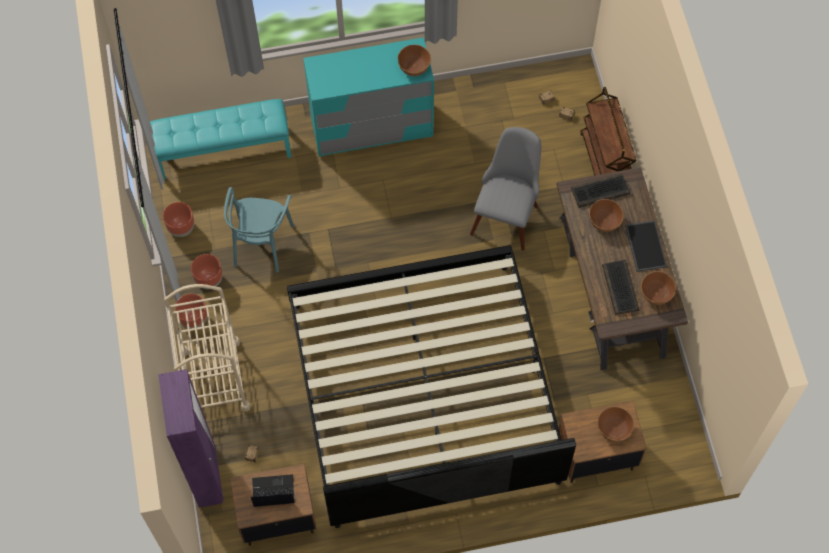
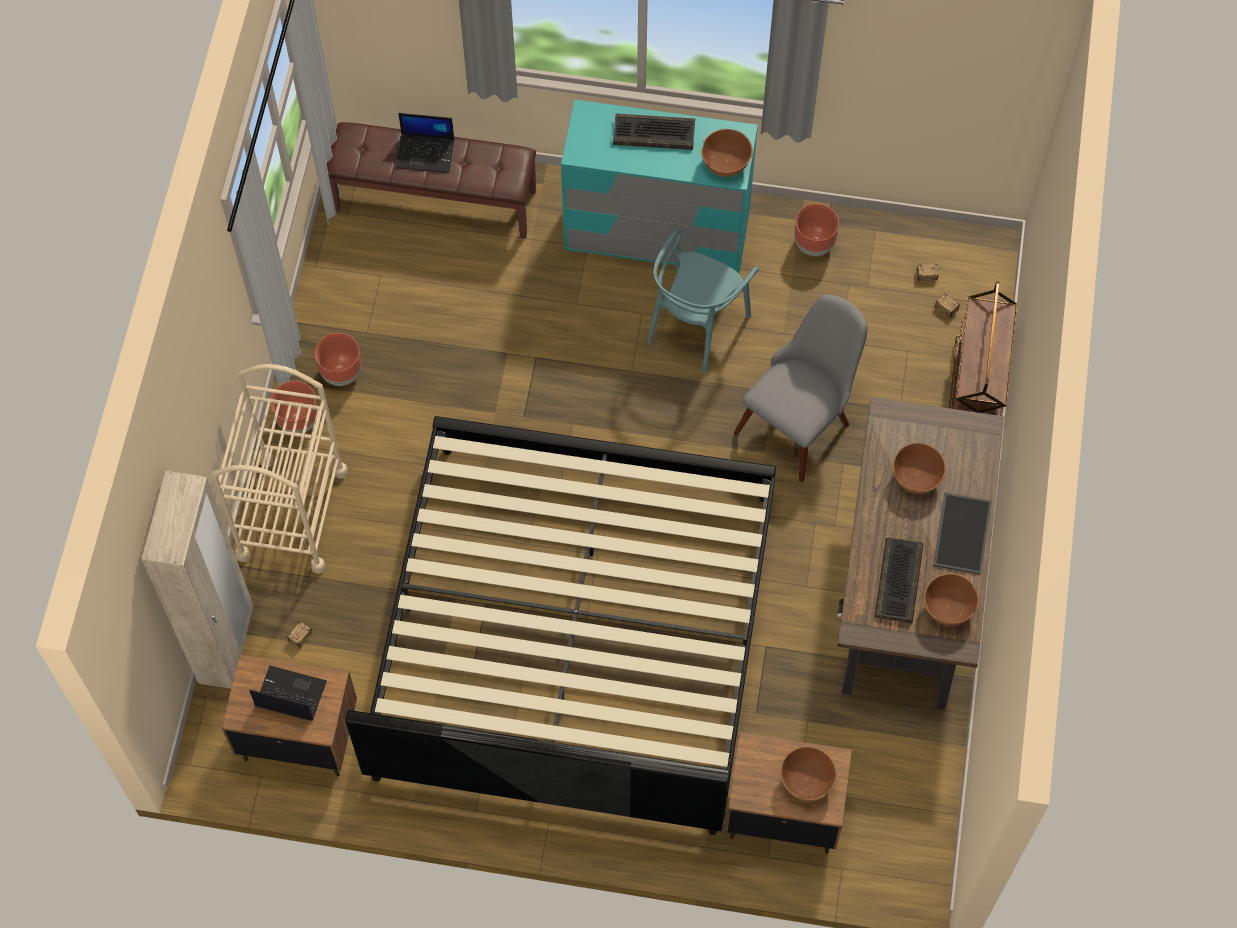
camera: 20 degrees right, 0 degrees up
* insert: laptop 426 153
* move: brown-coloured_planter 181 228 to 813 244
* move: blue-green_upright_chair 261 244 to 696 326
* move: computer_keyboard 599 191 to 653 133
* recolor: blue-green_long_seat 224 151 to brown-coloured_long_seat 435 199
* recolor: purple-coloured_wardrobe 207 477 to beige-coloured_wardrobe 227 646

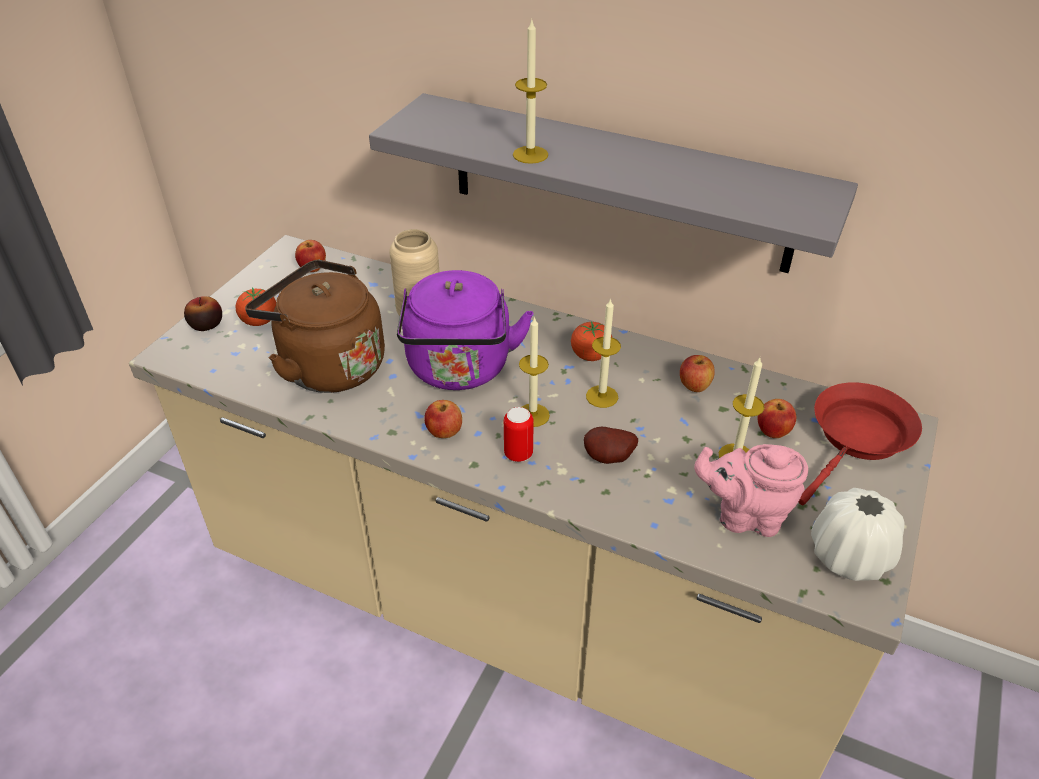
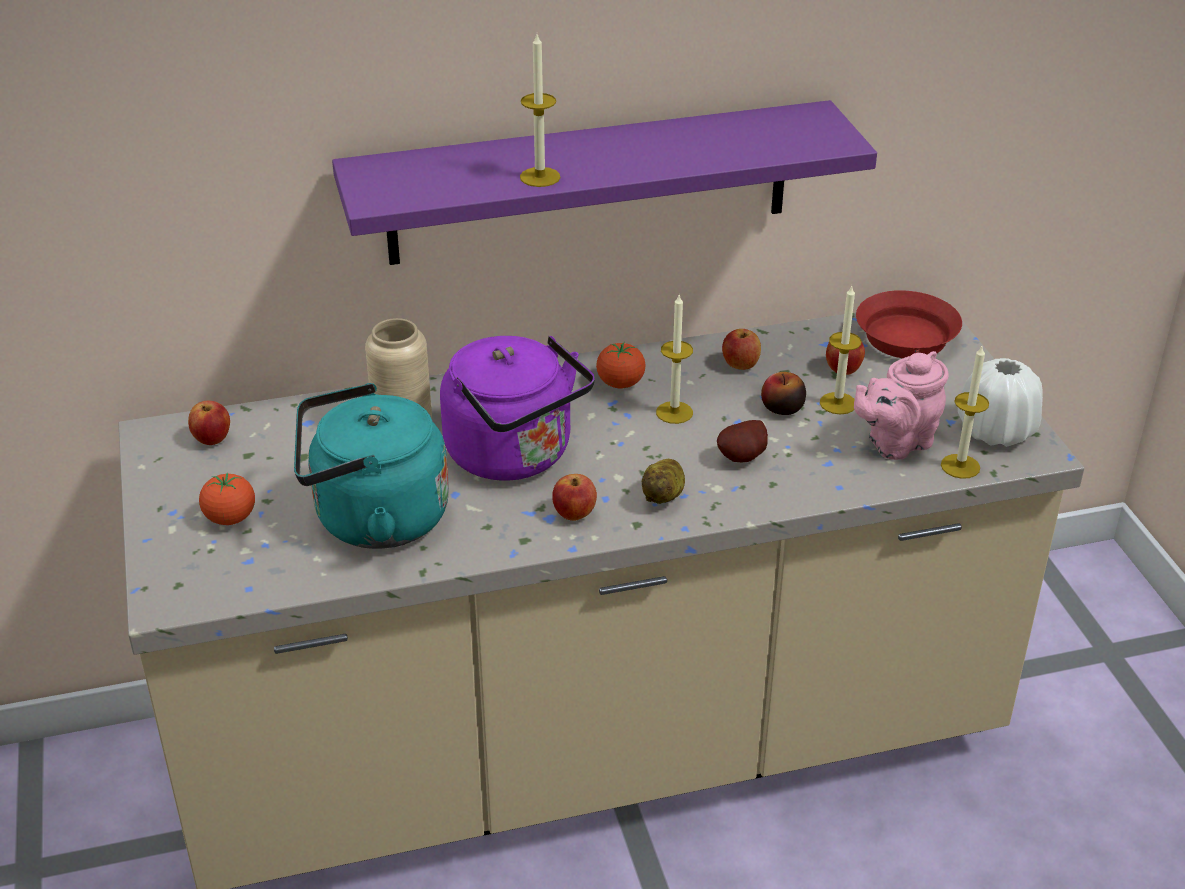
camera: 40 degrees left, 5 degrees down
* move: apple 206 325 to 782 408
* move: candle 533 415 to 960 466
* replace: sealed_can 518 454 to whole_potato 664 495
* recolor: brown-coloured_kettle 327 365 to blue-green_kettle 373 519
* recolor: gray_shelf 618 183 to purple-coloured_shelf 589 183

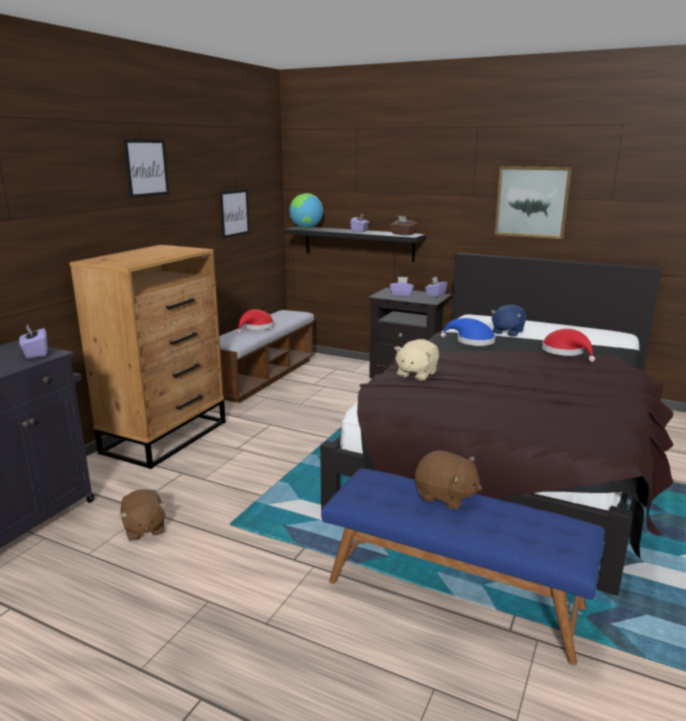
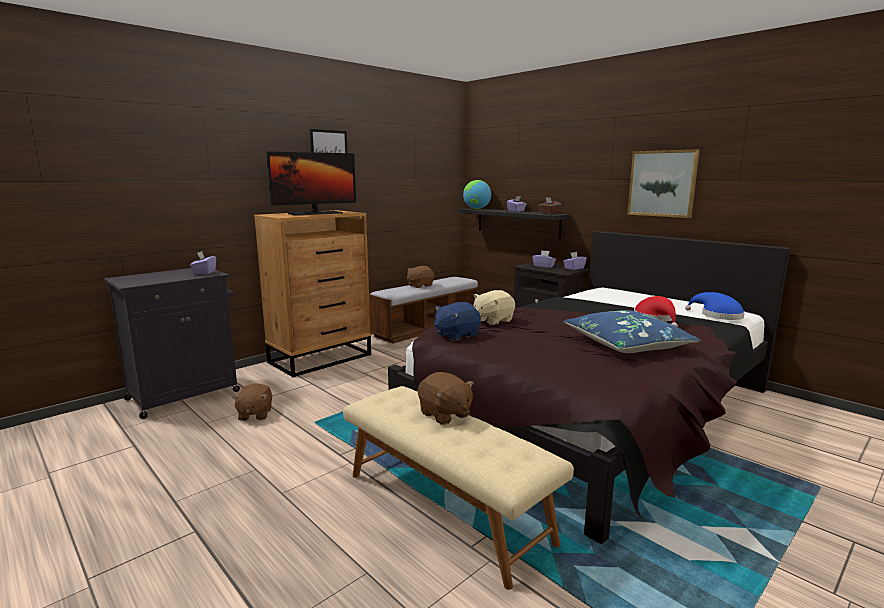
camera: 20 degrees right, 5 degrees down
* delete: wall_picture 234 213
* insert: monitor 315 213
* insert: blue-coloured_throw_pillow 627 344
* move: blue-coloured_clothing_hat 471 341 to 718 315
* move: blue-coloured_soft_toy 507 332 to 456 335
* replace: red-coloured_clothing_hat 256 327 to brown-coloured_soft_toy 420 285
* recolor: blue-coloured_long_seat 454 593 to beige-coloured_long_seat 446 506

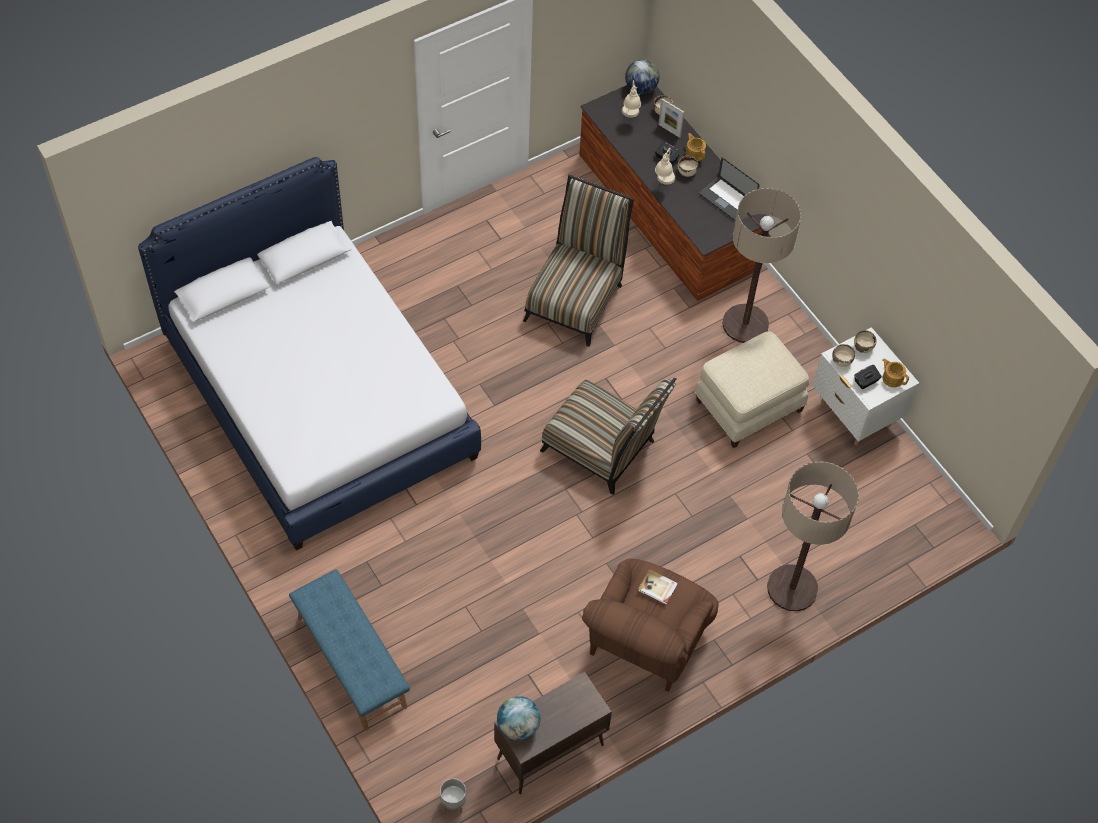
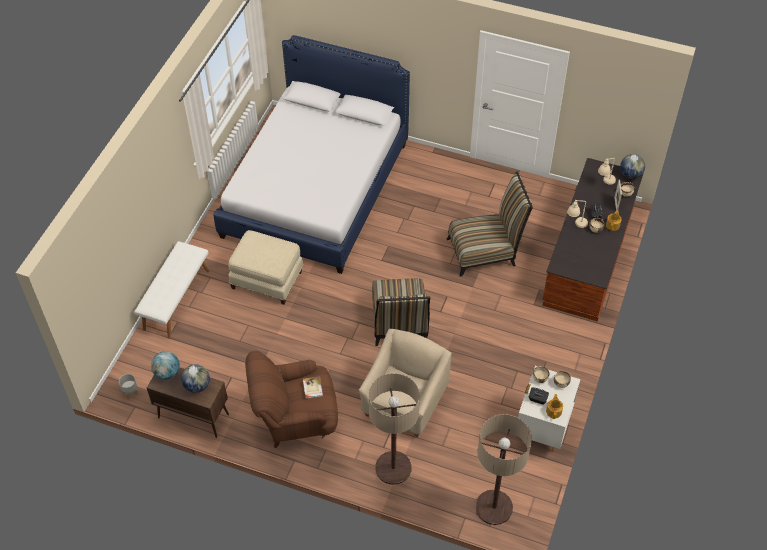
camera: 55 degrees right, 5 degrees down
* delete: laptop 727 199
* insert: globe 197 386
* insert: beige-coloured_lounge_chair 405 401
* move: beige-coloured_pouffe 748 404 to 267 279
* move: floor_lamp 745 324 to 494 507
* recolor: blue-coloured_long_seat 351 662 to white_long_seat 176 299

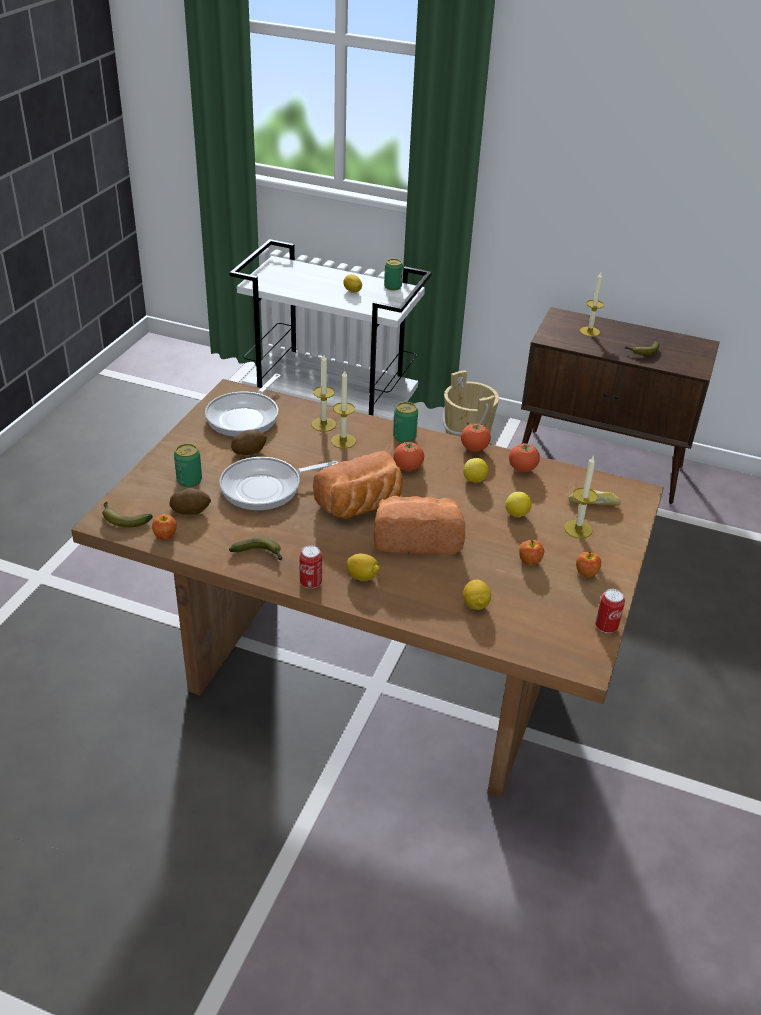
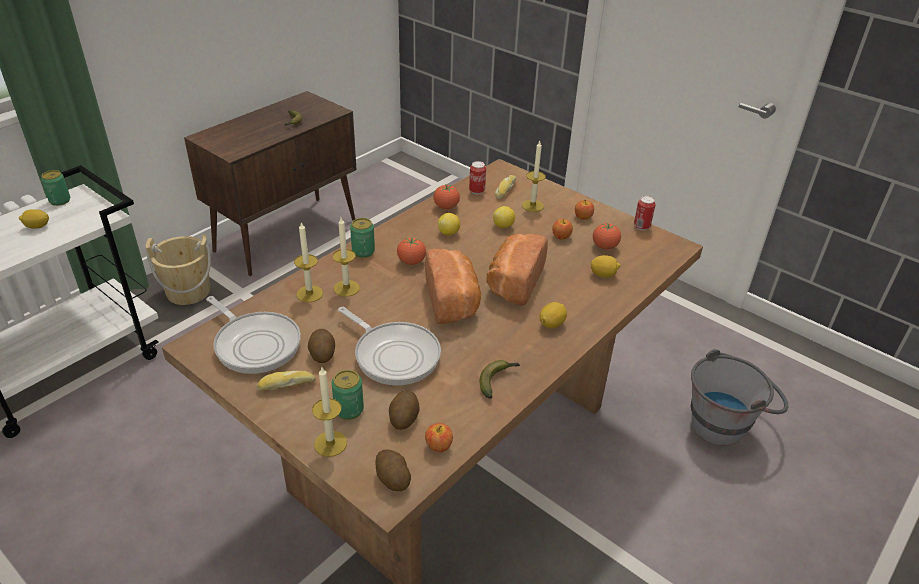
camera: 70 degrees left, 0 degrees up
* insert: baked_bread 286 385
* insert: gray_bucket 725 423
* move: sealed_can 311 583 to 477 191
* move: tomato 474 448 to 604 246
* move: candle 589 331 to 330 443
* replace: banana_fruit 123 519 to whole_potato 392 478
* rotate: skillet 266 488 = 394 355 45 degrees counterclockwise

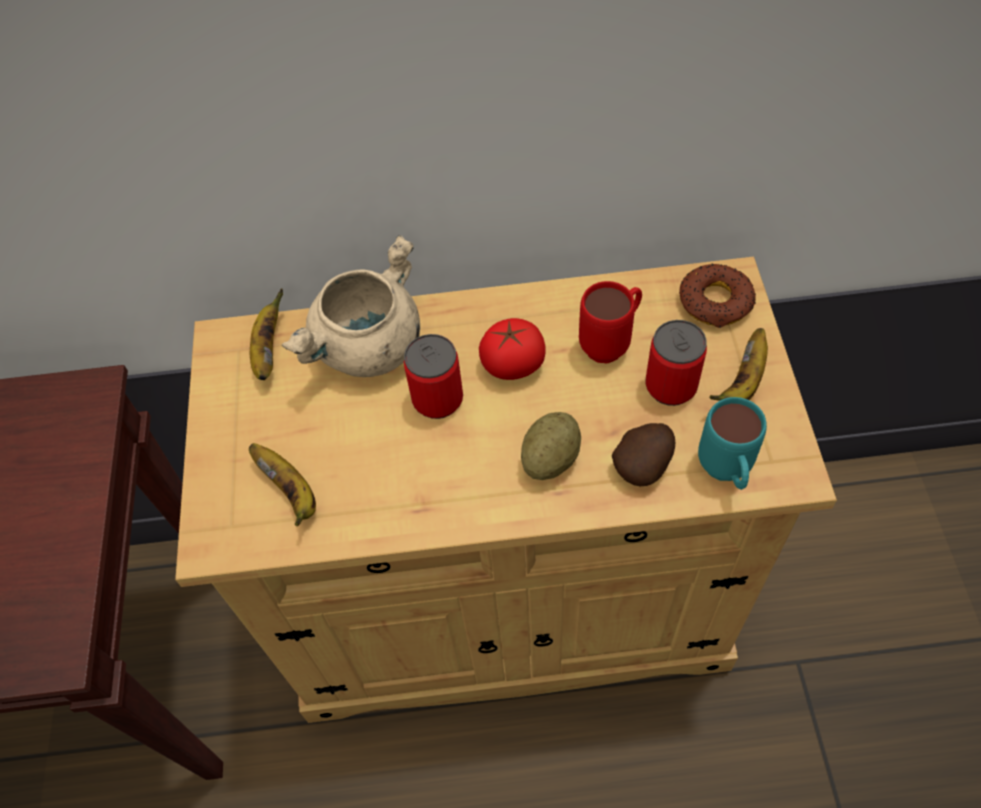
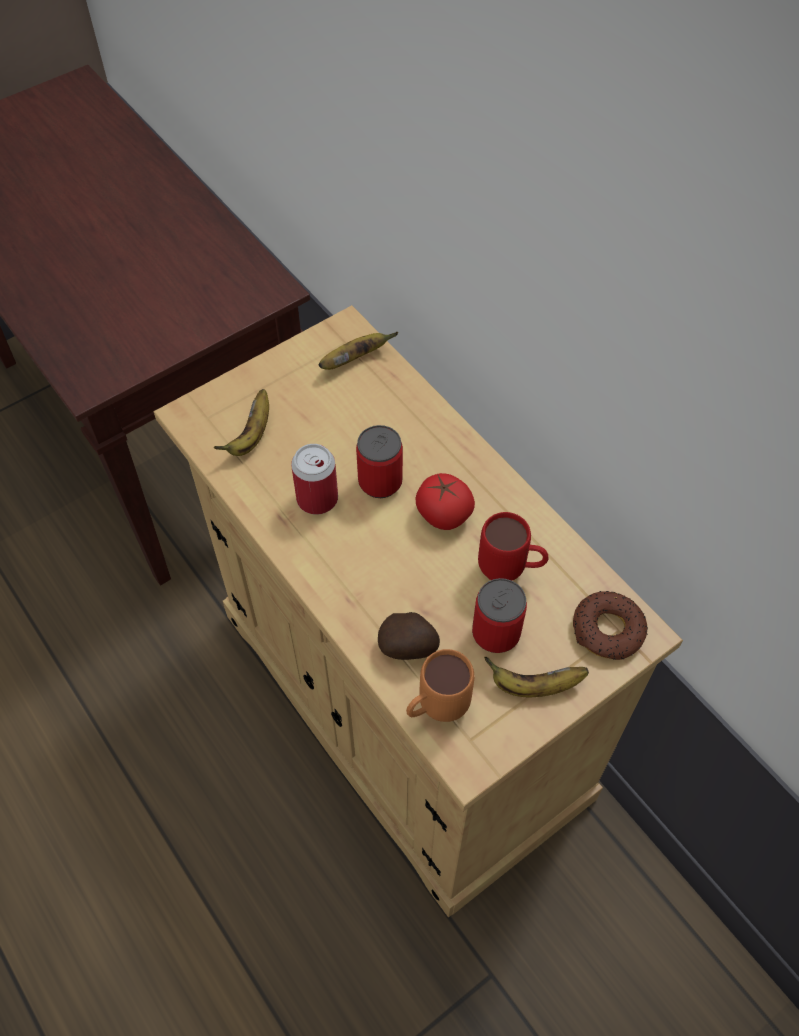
camera: 55 degrees right, 0 degrees up
* delete: beige-coloured_stockpot 368 349
* delete: whole_potato 550 459
* insert: sealed_can 317 498
* recolor: blue-green_mug 725 474 to orangey_mug 435 710

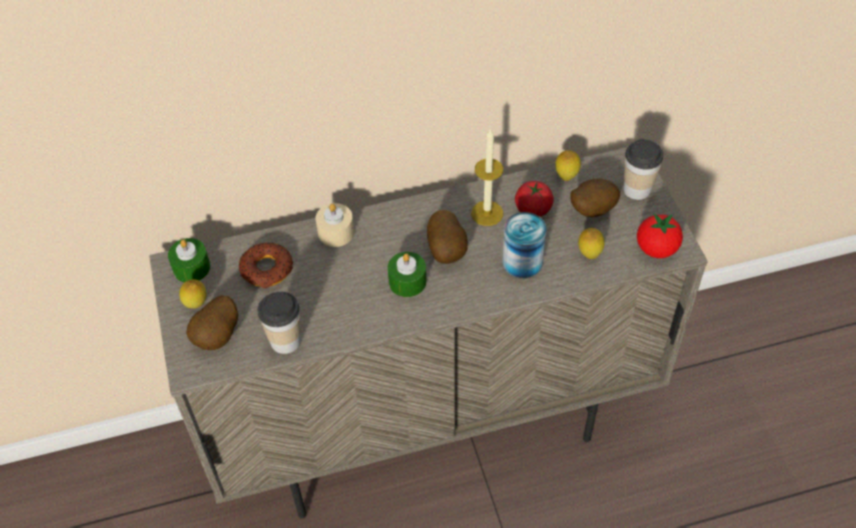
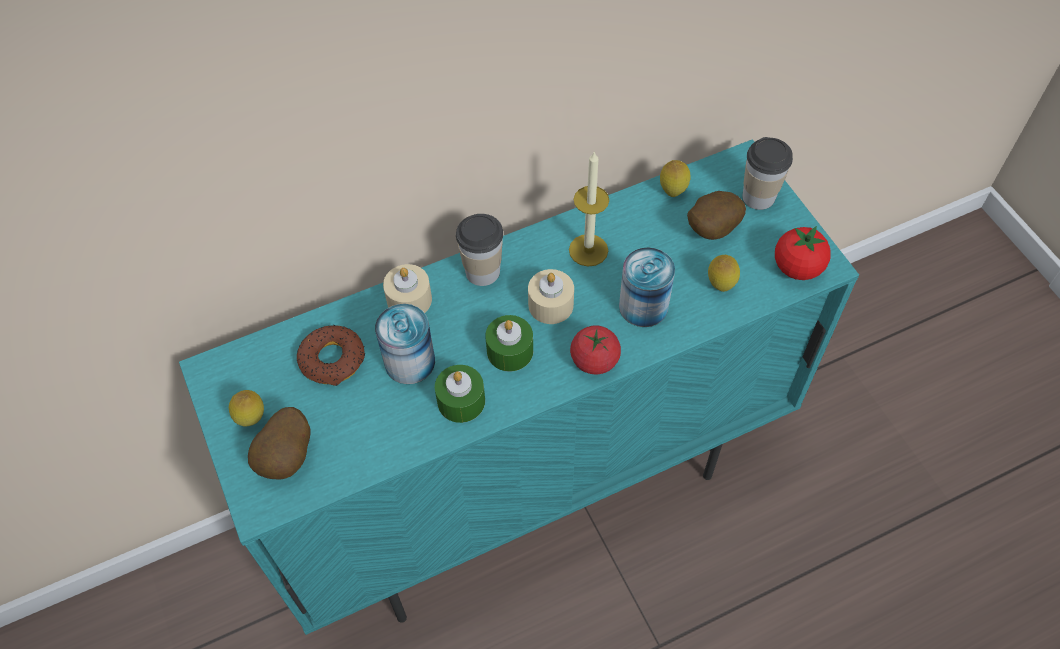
camera: 10 degrees left, 5 degrees up
* insert: sealed_can 409 362
* move: green_candle 191 267 to 461 401
* move: small_cup 285 341 to 482 271
* move: tomato 533 209 to 594 360
* replace: whole_potato 447 251 to beige-coloured_candle 550 305
* recolor: beige-coloured_cupboard 432 426 to blue-green_cupboard 532 488

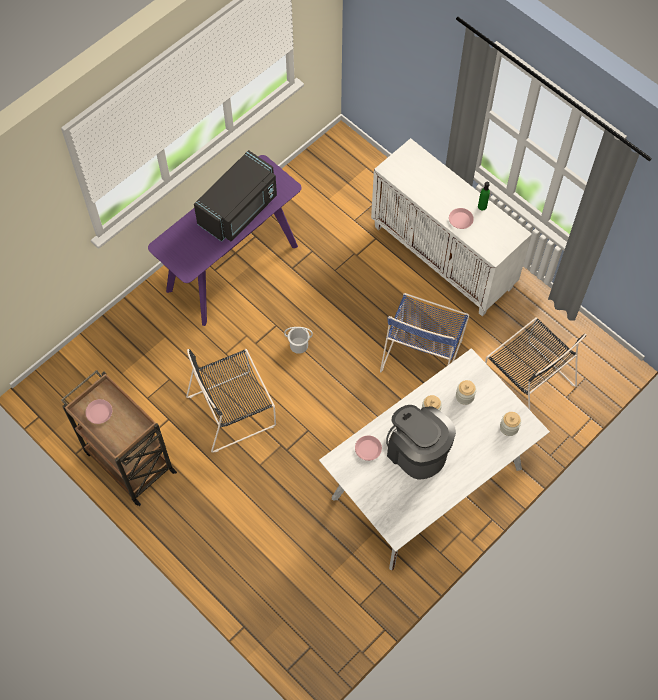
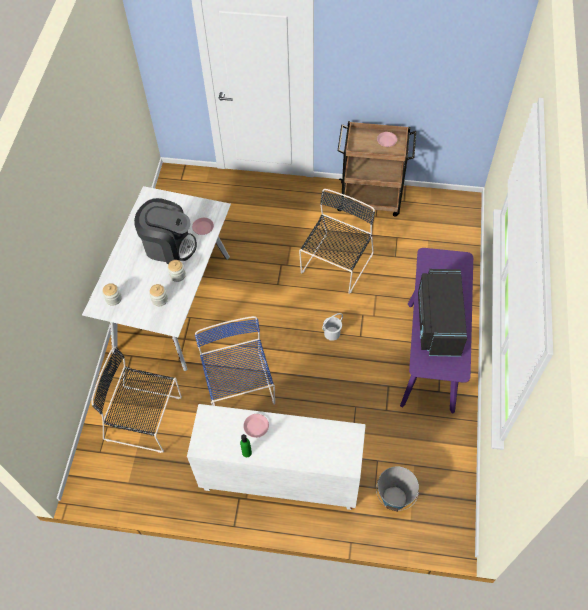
camera: 145 degrees right, 5 degrees down
* insert: bucket 394 498

